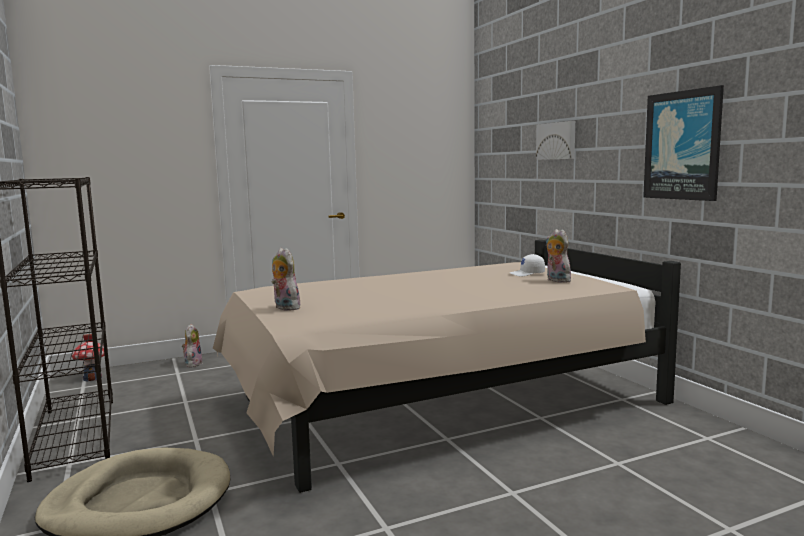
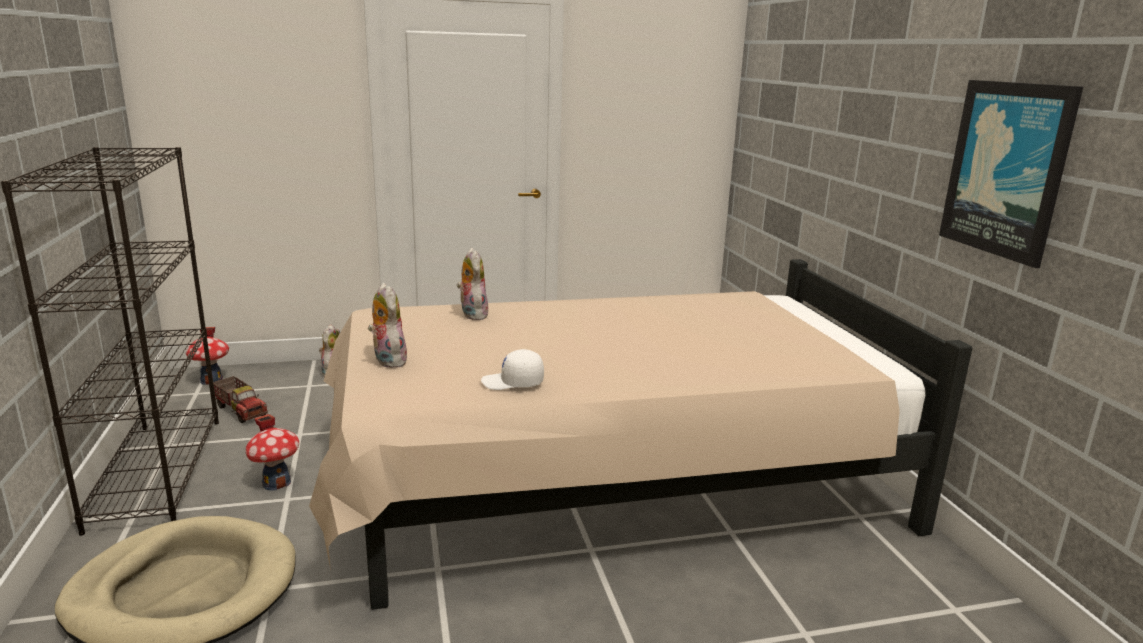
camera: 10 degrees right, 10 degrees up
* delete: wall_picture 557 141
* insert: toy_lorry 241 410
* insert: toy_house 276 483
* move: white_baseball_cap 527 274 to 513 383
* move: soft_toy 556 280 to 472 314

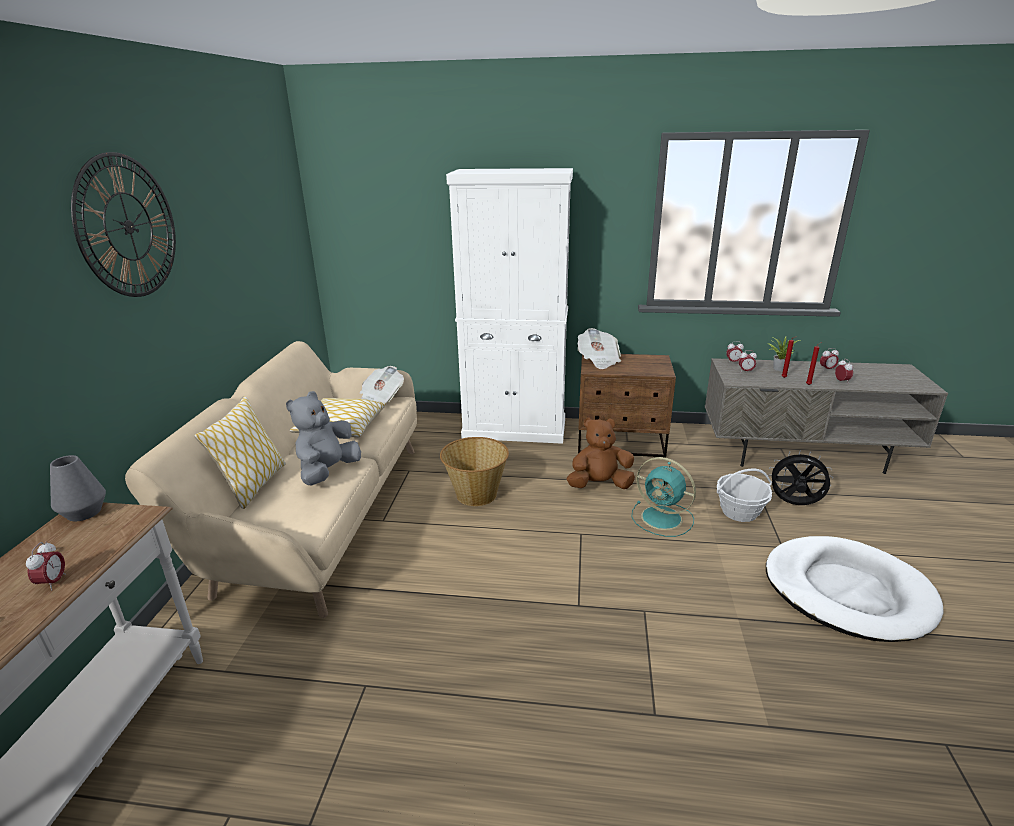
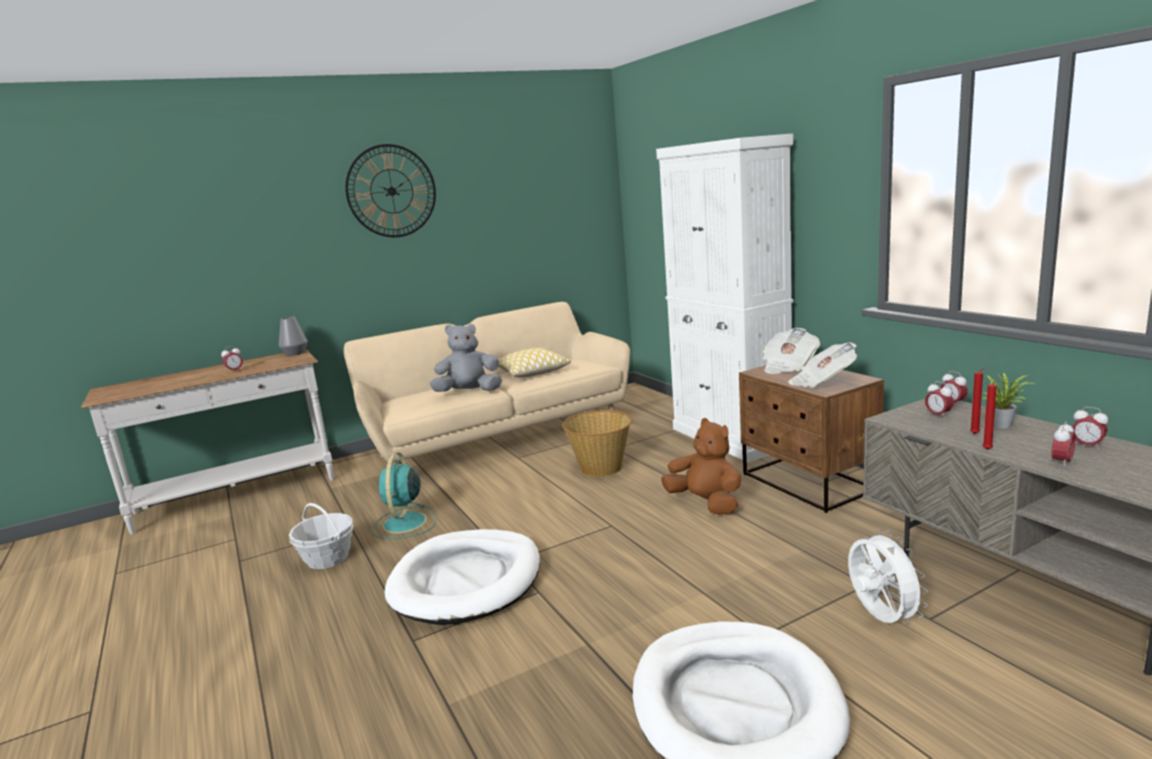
camera: 55 degrees right, 10 degrees down
* delete: throw_pillow 253 485
* insert: white_dog_cushion 466 581
* move: printed_paper 380 399 to 822 382
* move: blue-green_fan 663 518 to 404 524
* move: storage_basket 739 512 to 327 558
* recolor: blackish_fan 794 504 to white_fan 880 618

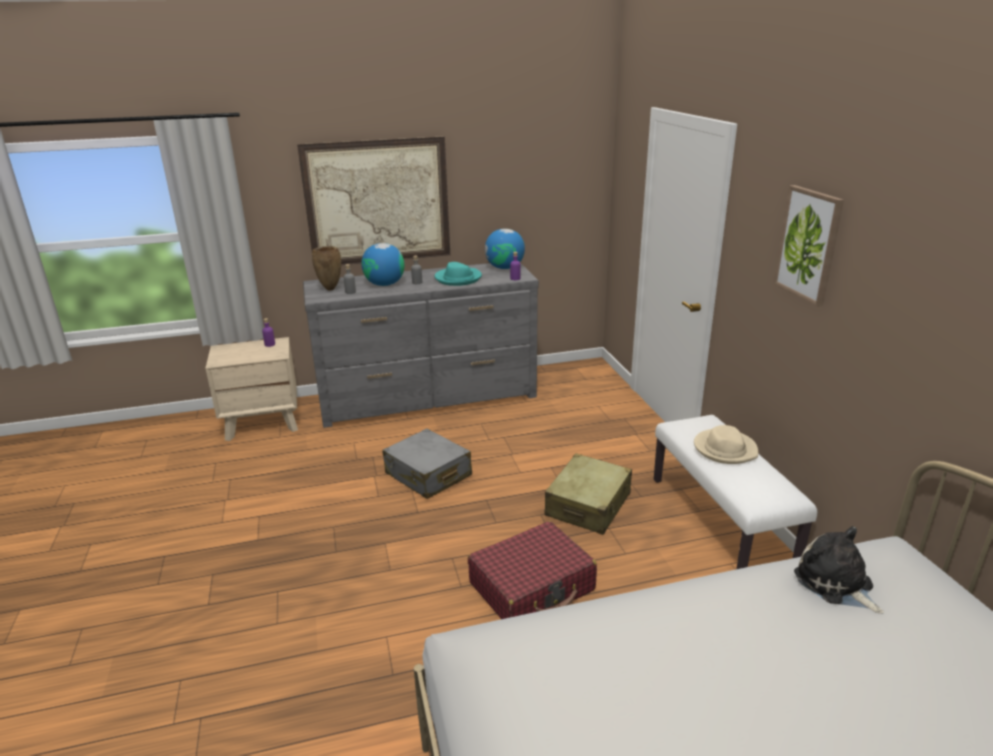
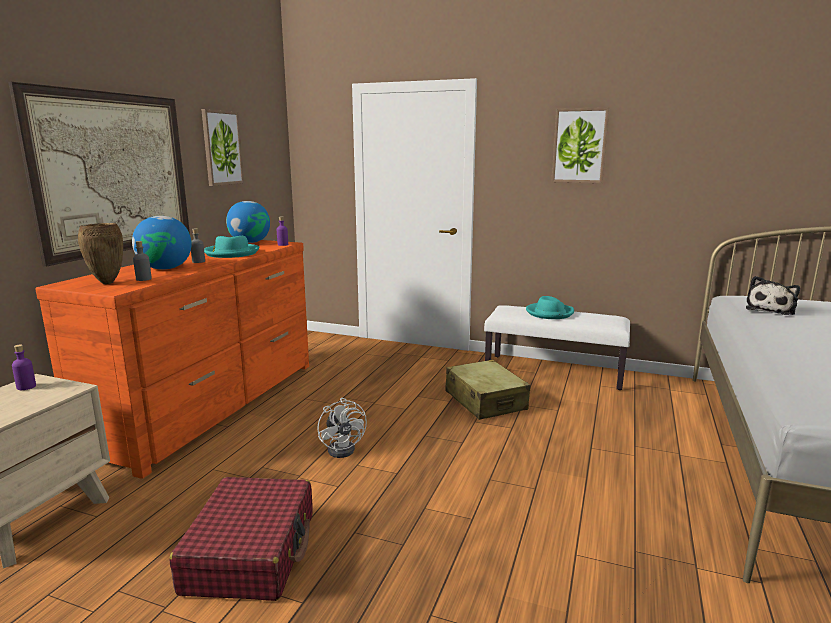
camera: 55 degrees left, 10 degrees down
* insert: wall_picture 222 148
* move: red-coloured_suitcase 532 587 to 251 552
* replace: gray_suitcase 428 475 to white_fan 344 448
* recolor: gray_chest_of_drawers 428 397 to orangey_chest_of_drawers 212 405
* recolor: beige-coloured_clothing_hat 725 449 to blue-green_clothing_hat 549 313
* rotate: soft_toy 836 584 = 770 309 60 degrees counterclockwise

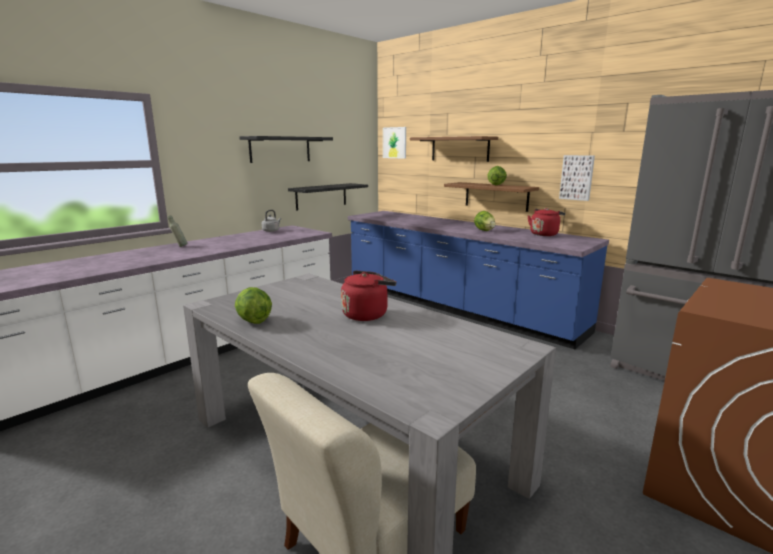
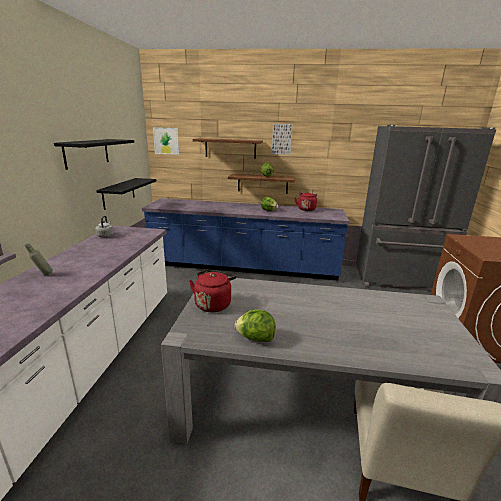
camera: 35 degrees left, 5 degrees up
* move: red-coloured_kettle 367 314 to 213 304
* move: wall_picture 577 177 to 282 139

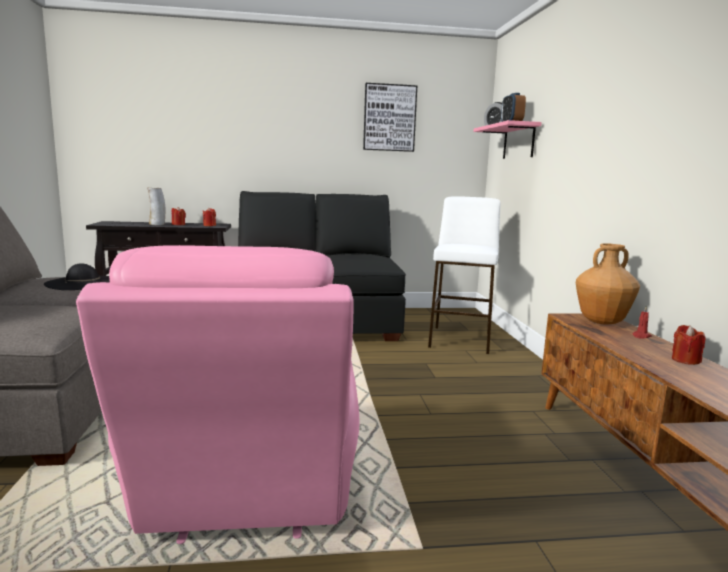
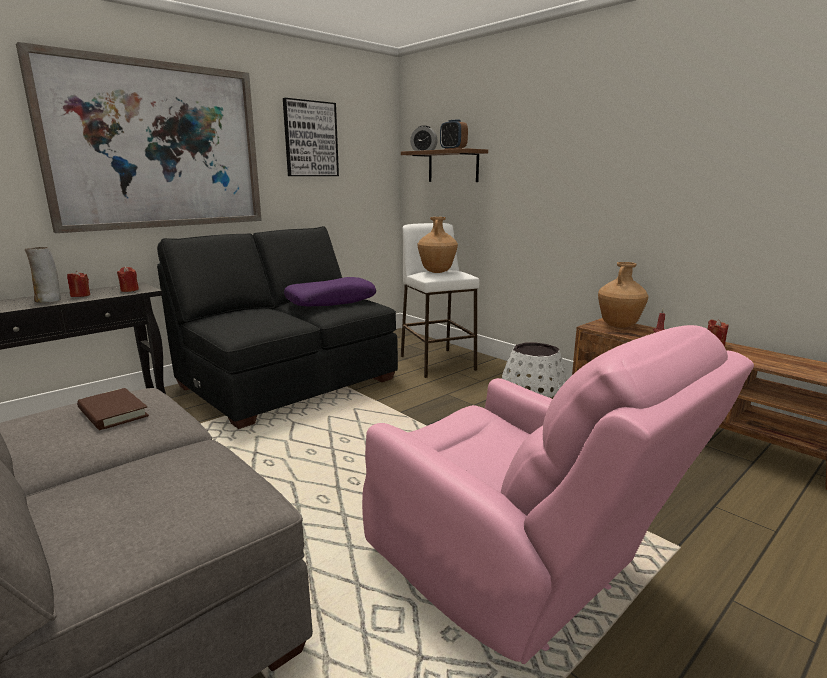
camera: 35 degrees left, 5 degrees up
* insert: wall_picture 156 146
* insert: purple-coloured_throw_pillow 331 301
* insert: brown-coloured_decorative_vase 437 272
* insert: white_planter 533 389
* replace: blackish_clothing_hat 83 283 to brown-coloured_bound_book 113 413
* recolor: pink_shelf 518 142 to brown-coloured_shelf 453 166

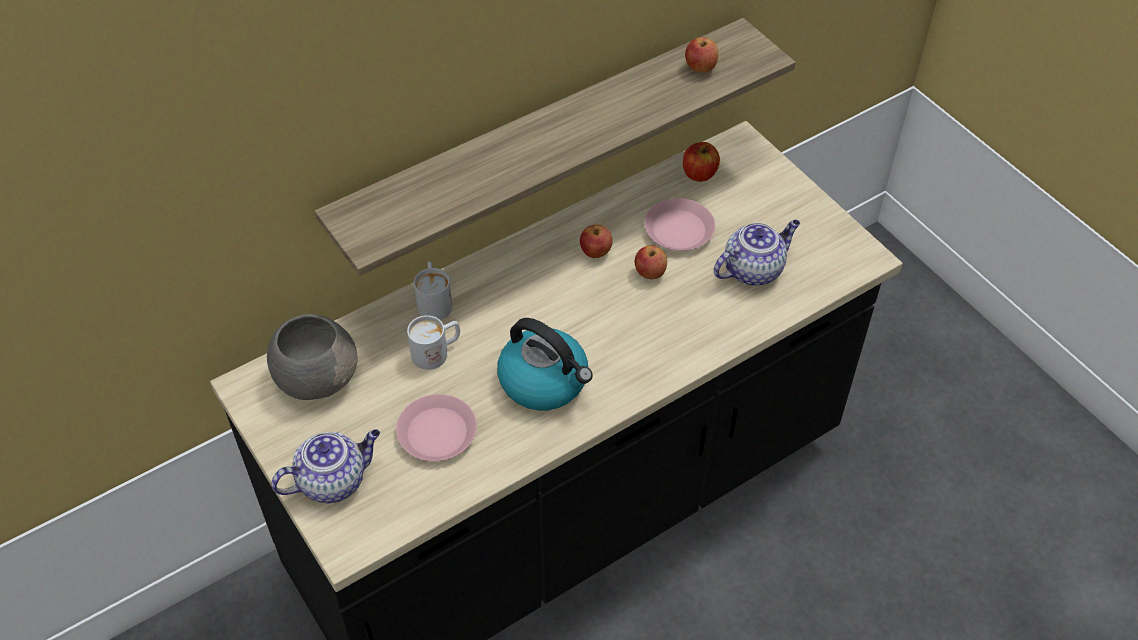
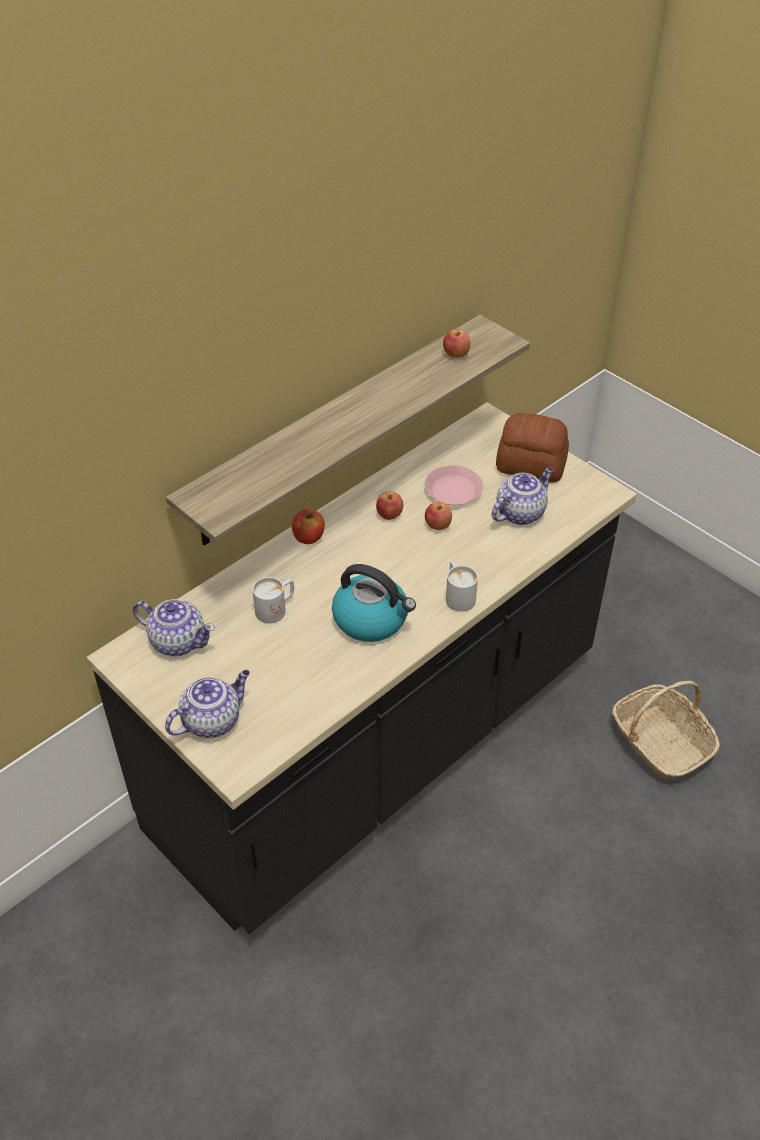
camera: 10 degrees left, 5 degrees down
* delete: pink_plate 437 433
* insert: baked_bread 531 465
* insert: storage_basket 659 742
* move: white_mug 434 301 to 458 595
* move: apple 699 173 to 308 537
* replace: gray_serving_bowl 316 376 to teapot 177 641

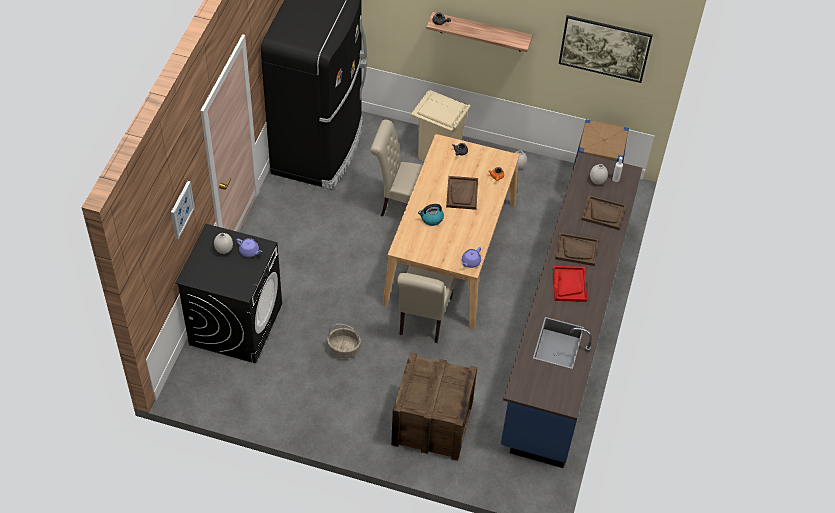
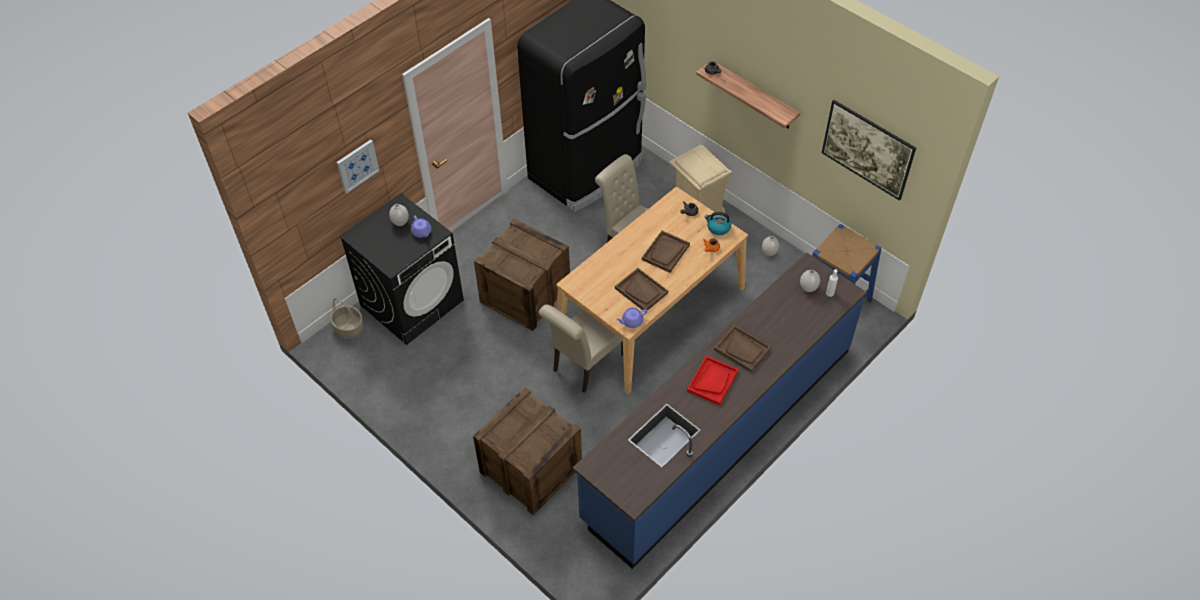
camera: 30 degrees right, 0 degrees up
* insert: crate 525 294
* move: storage_basket 343 349 to 348 327
* move: kettle 431 218 to 718 228
* move: brown-coloured_serving_tray 603 213 to 641 291

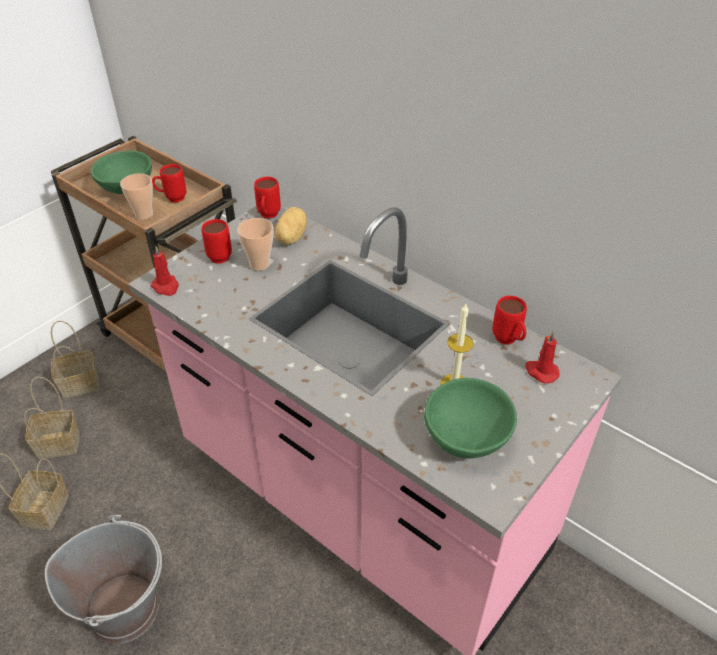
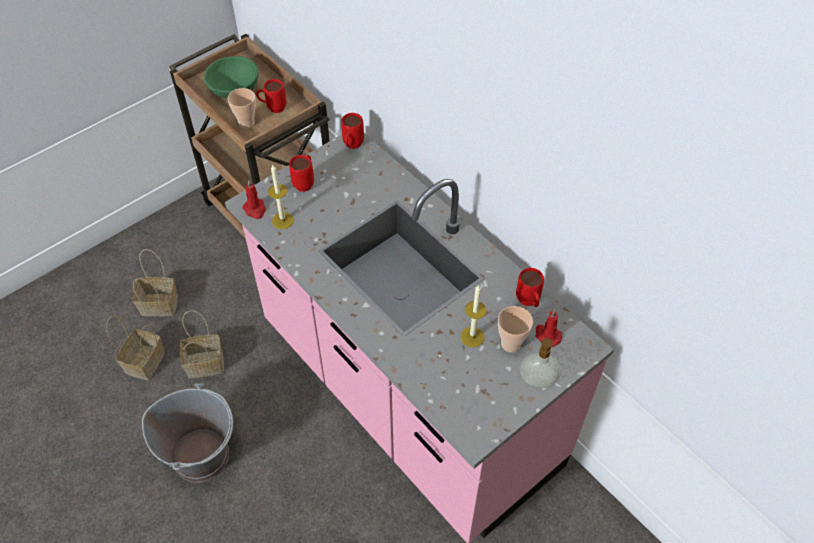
camera: 10 degrees right, 10 degrees up
* delete: whole_potato 290 238
* delete: green_serving_bowl 467 439
* insert: candle 282 220
* insert: soap_dispenser 537 382
* move: storage_basket 78 385 to 204 365
* move: small_cup 259 264 to 511 344

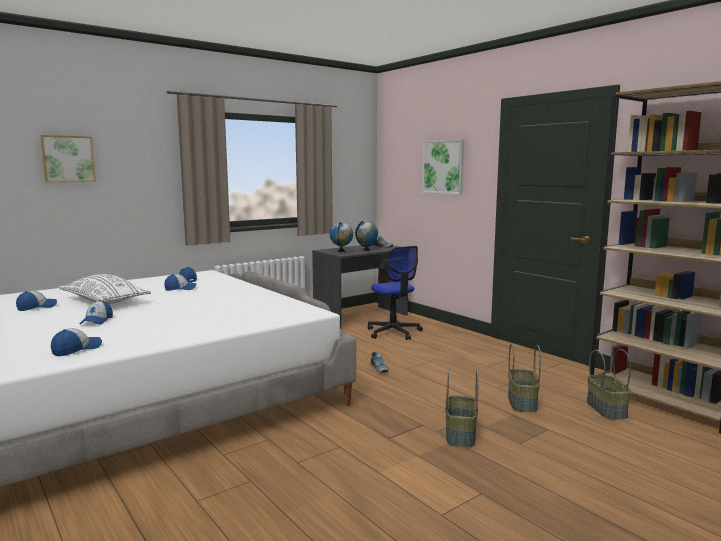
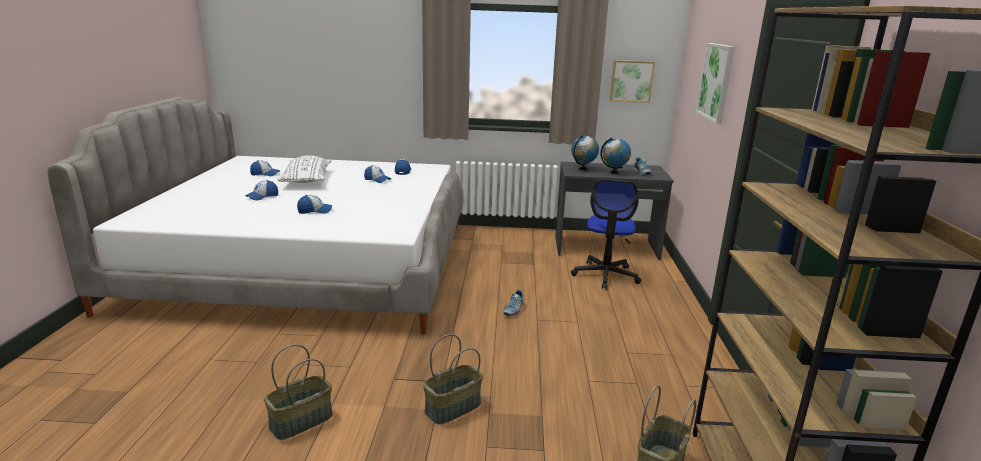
camera: 40 degrees right, 10 degrees up
* move: wall_picture 68 159 to 631 81
* move: baseball_cap 77 349 to 315 211
* move: storage_basket 523 403 to 301 422

